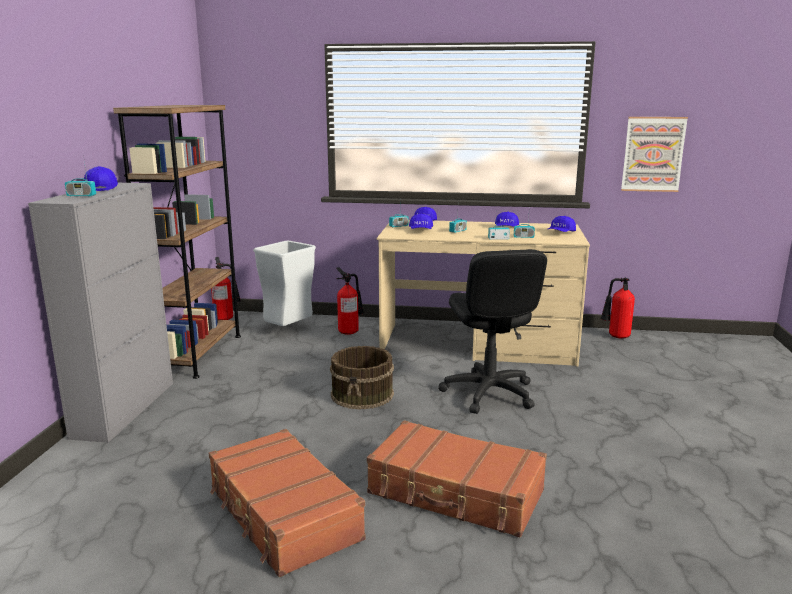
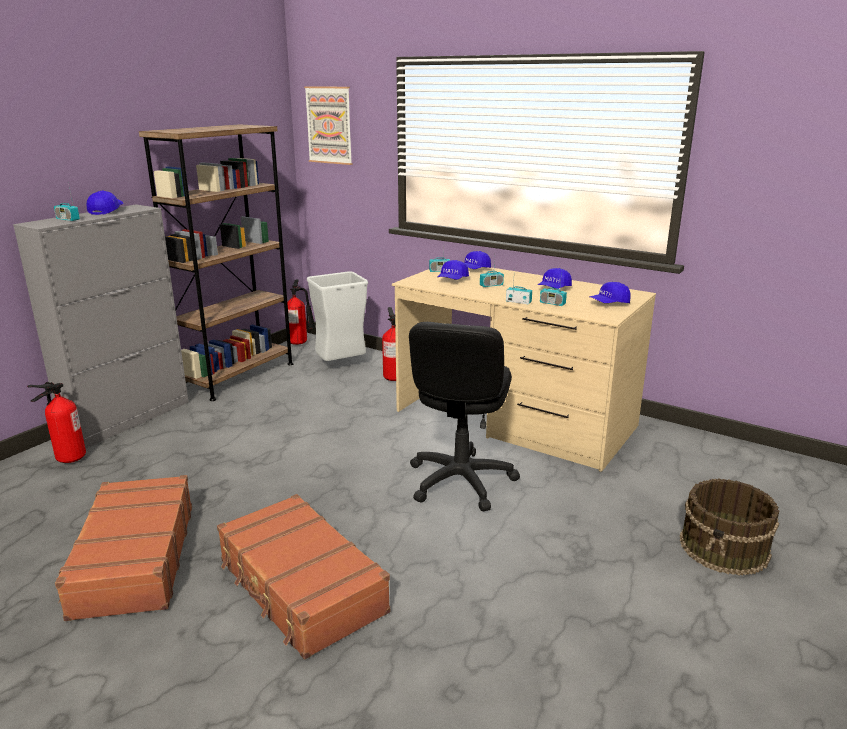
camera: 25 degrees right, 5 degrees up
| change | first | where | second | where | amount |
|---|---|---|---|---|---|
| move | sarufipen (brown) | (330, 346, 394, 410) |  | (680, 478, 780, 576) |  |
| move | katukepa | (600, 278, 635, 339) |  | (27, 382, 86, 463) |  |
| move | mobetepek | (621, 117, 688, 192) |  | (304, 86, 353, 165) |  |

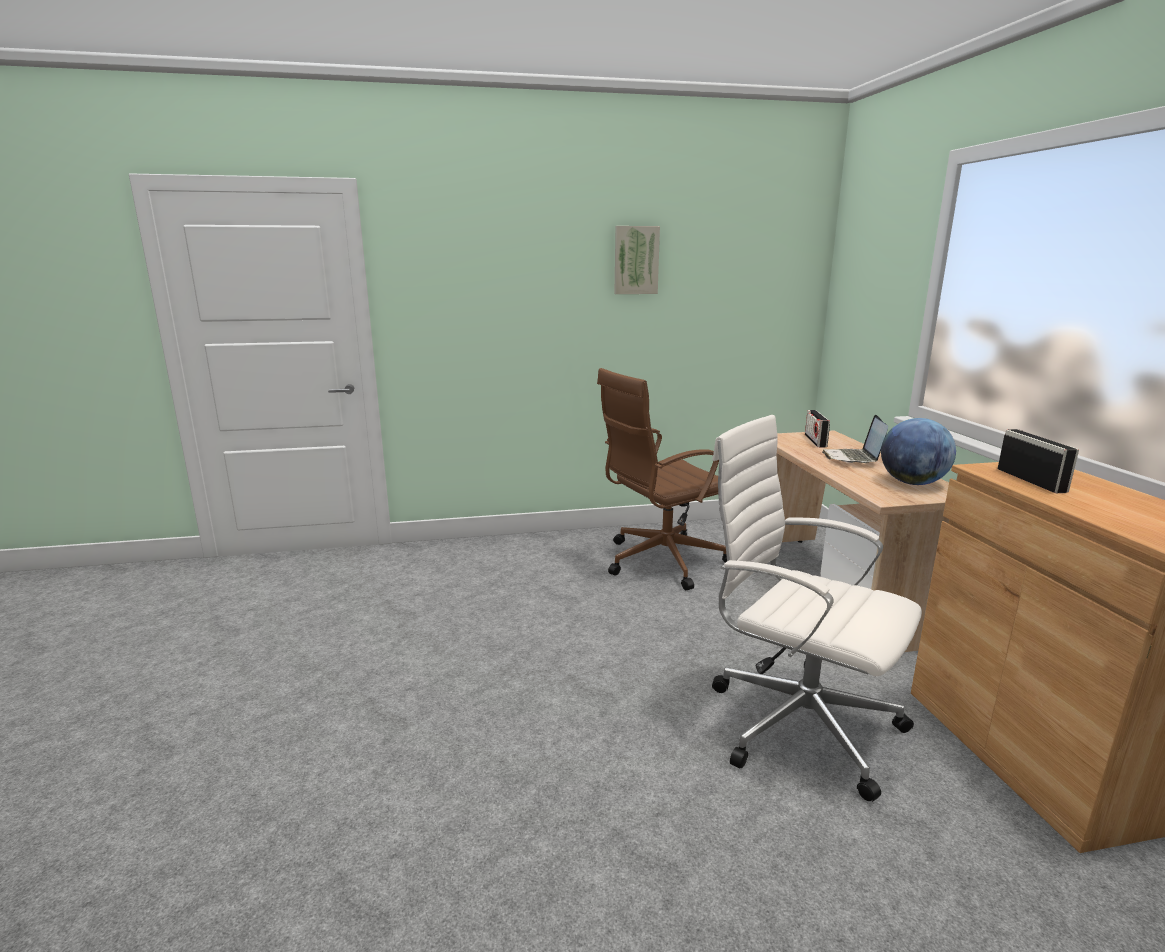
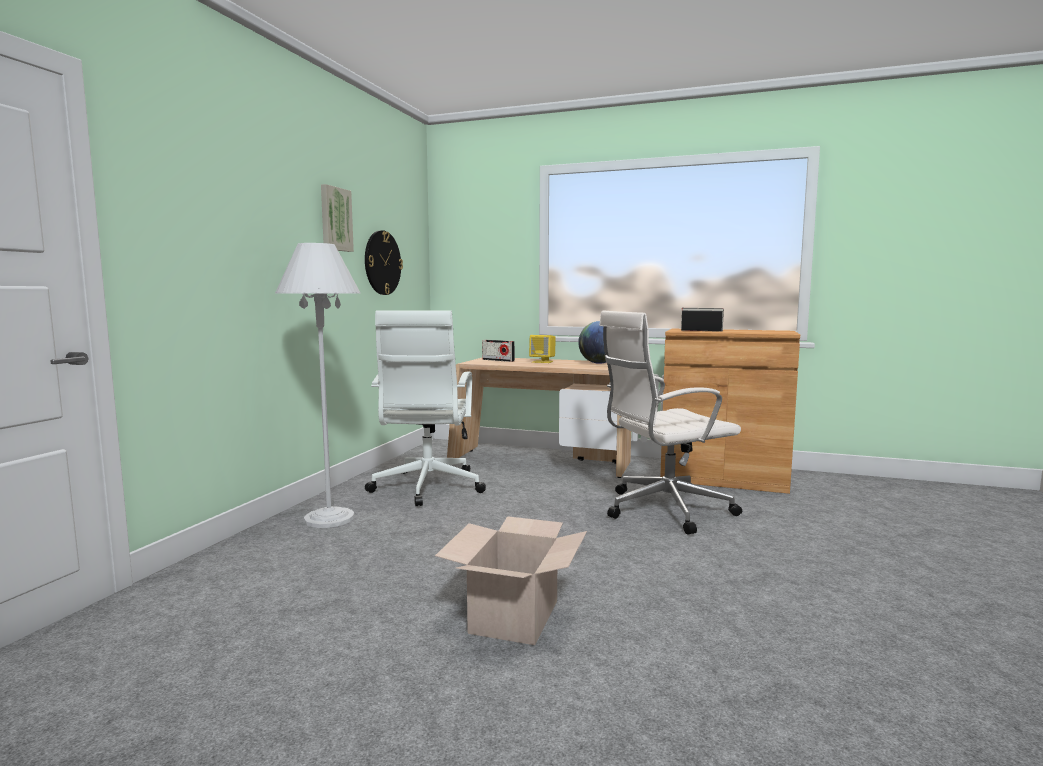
camera: 60 degrees left, 10 degrees down
| change | first | where | second | where | amount |
|---|---|---|---|---|---|
| recolor | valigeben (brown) | (597, 368, 727, 590) | valigeben (white) | (365, 310, 486, 506) |  |
| replace | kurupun | (822, 415, 888, 463) | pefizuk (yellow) | (529, 335, 556, 363) |  |
| insert |  |  | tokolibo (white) | (275, 243, 361, 528) |  |
| insert |  |  | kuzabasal | (365, 230, 403, 295) |  |
| insert |  |  | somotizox | (435, 516, 587, 645) |  |

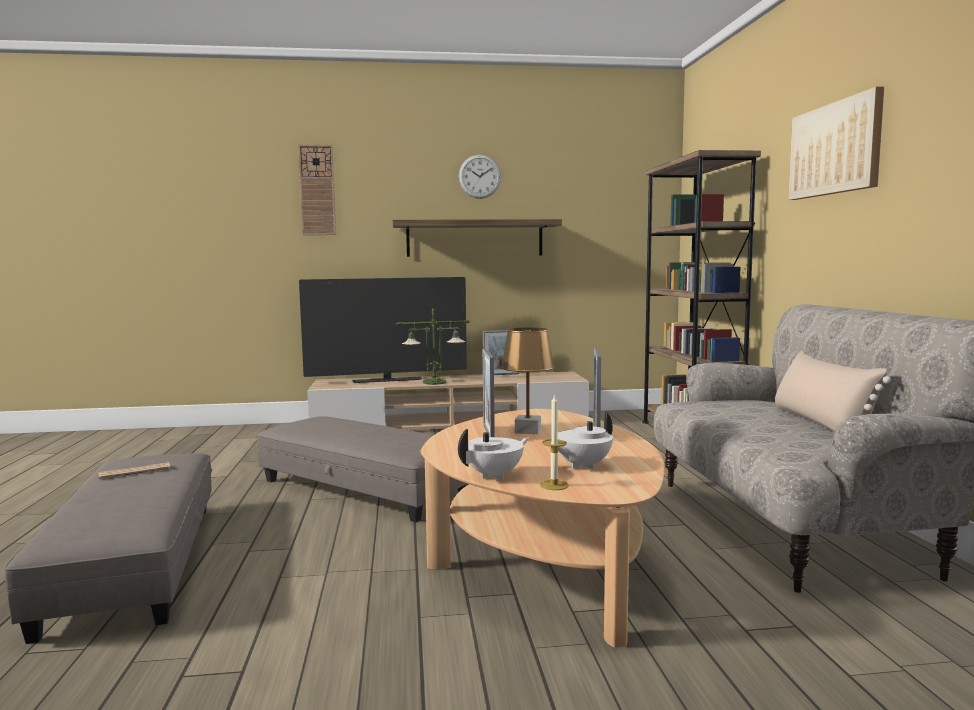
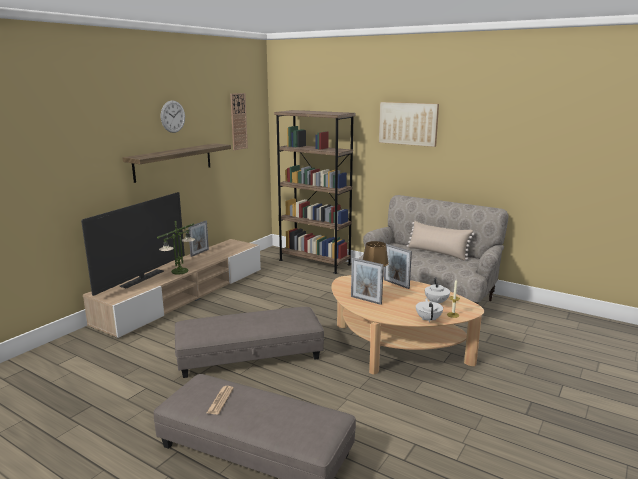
camera: 50 degrees left, 10 degrees up
| change | first | where | second | where | amount |
|---|---|---|---|---|---|
| move | kuzabasal | (298, 144, 336, 235) |  | (230, 93, 248, 150) |  |

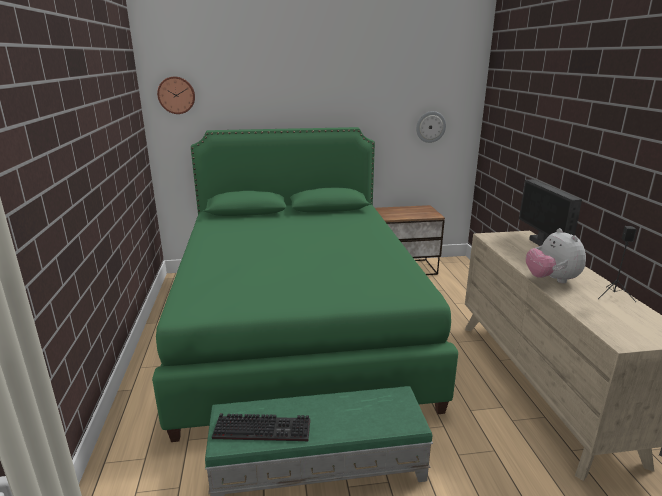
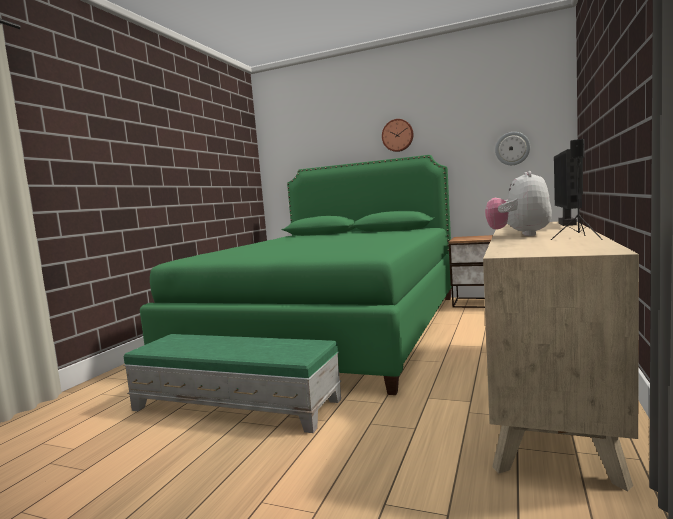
camera: 30 degrees right, 15 degrees down
| change | first | where | second | where | amount |
|---|---|---|---|---|---|
| move | kuzabasal | (157, 77, 195, 114) |  | (382, 119, 414, 152) |  |
| delete | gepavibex | (212, 413, 310, 441) |  |  |  |

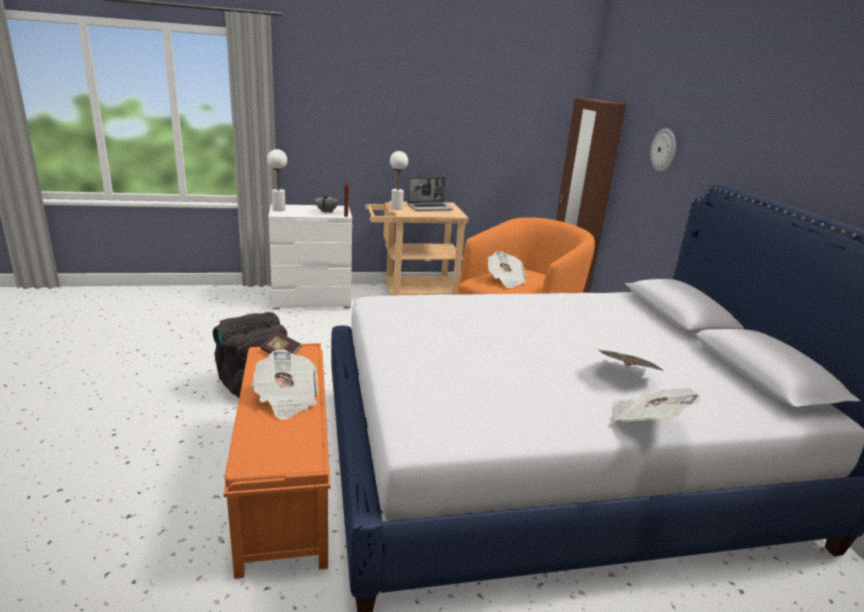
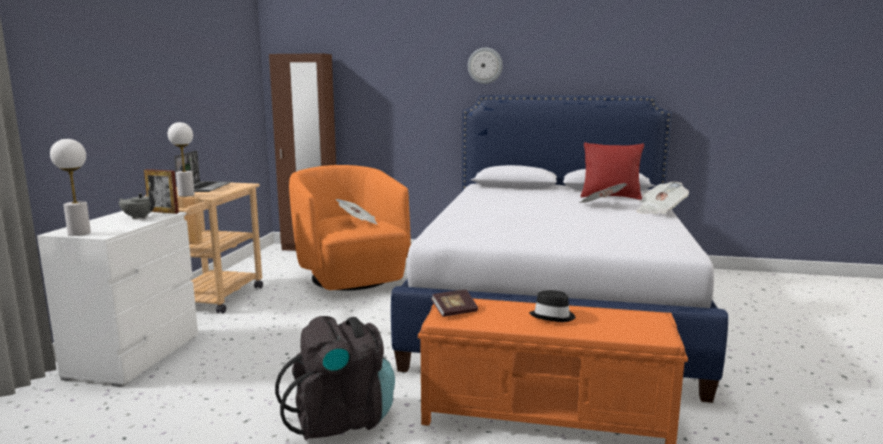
camera: 65 degrees left, 10 degrees down
| change | first | where | second | where | amount |
|---|---|---|---|---|---|
| replace | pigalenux | (252, 349, 318, 420) | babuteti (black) | (529, 290, 576, 322) |  |
| move | kuzabasal | (650, 128, 676, 172) |  | (468, 47, 503, 84) |  |
| insert |  |  | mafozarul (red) | (581, 142, 644, 200) |  |

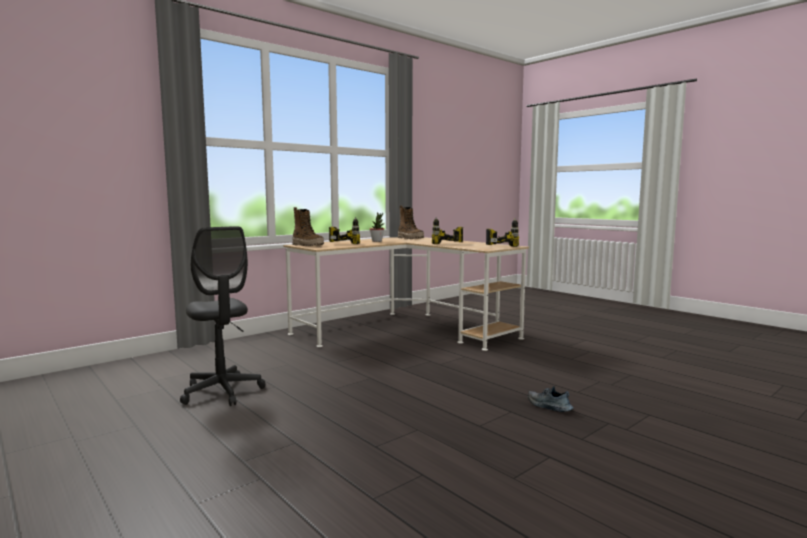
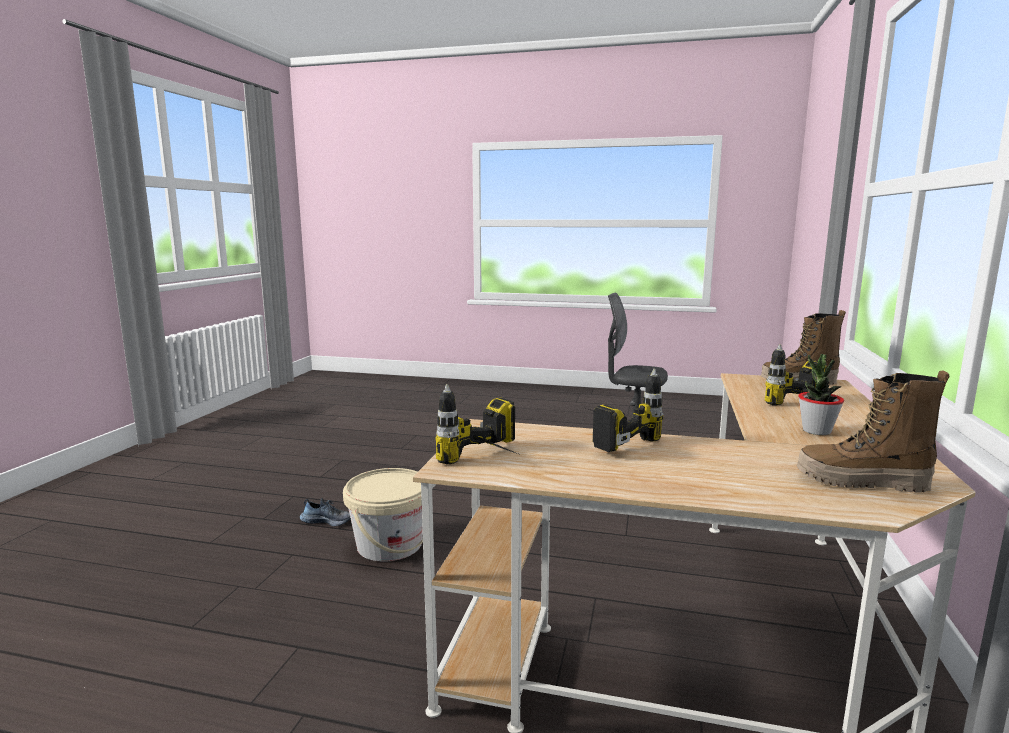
camera: 145 degrees right, 5 degrees up
| change | first | where | second | where | amount |
|---|---|---|---|---|---|
| insert |  |  | sarufipen (beige) | (343, 468, 423, 561) |  |

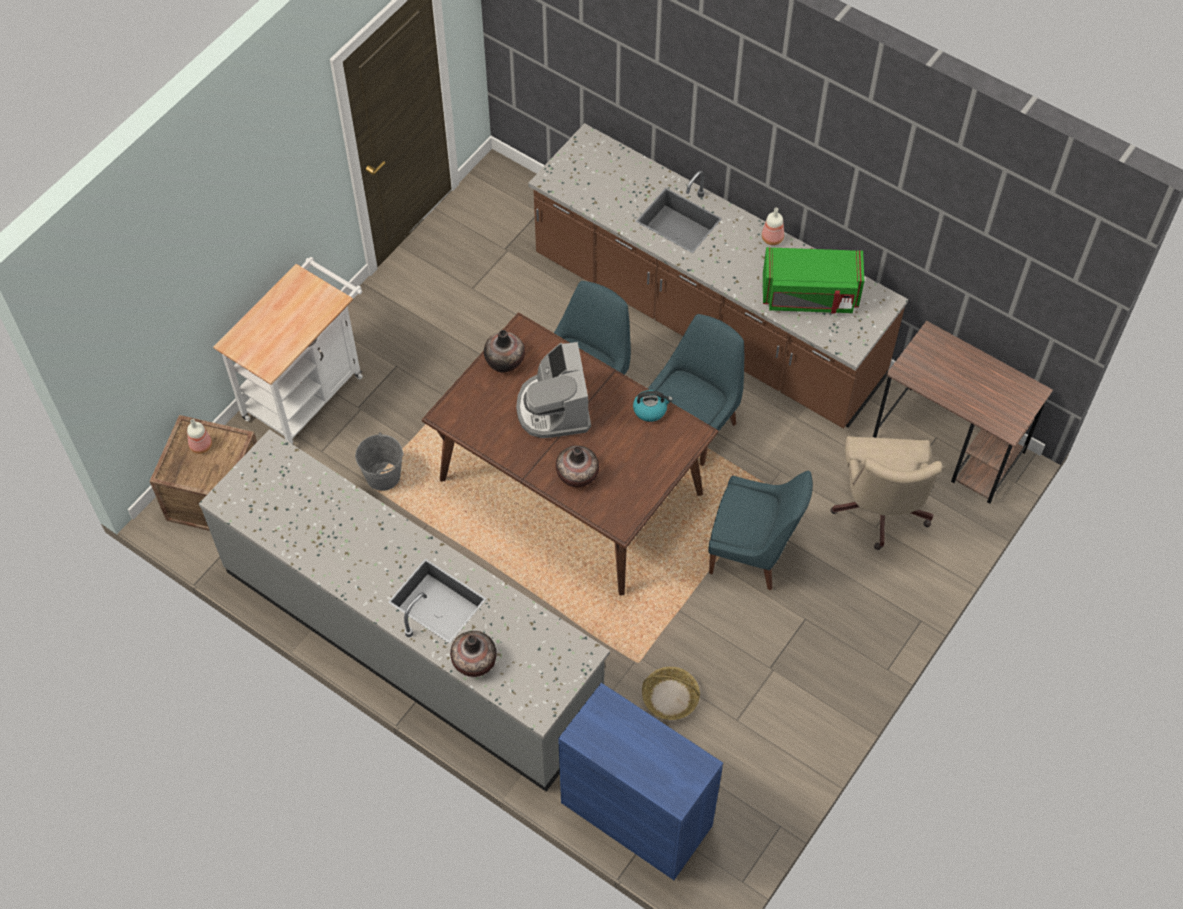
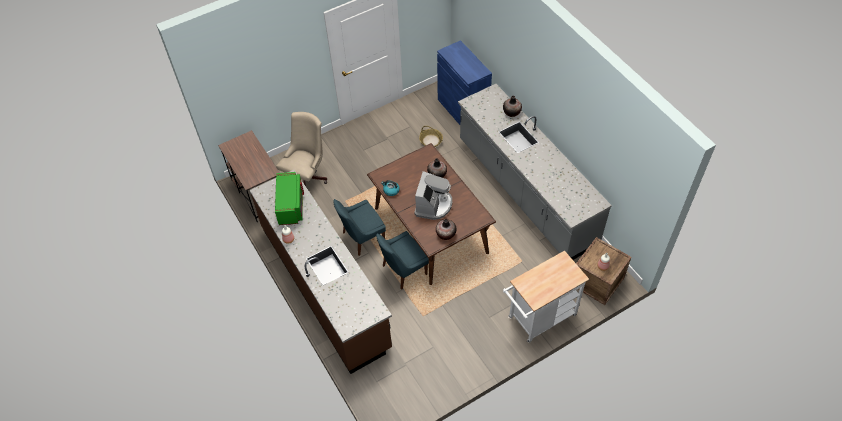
camera: 155 degrees left, 5 degrees down
| change | first | where | second | where | amount |
|---|---|---|---|---|---|
| delete | sarufipen (grey) | (355, 432, 404, 491) |  |  |  |
| delete | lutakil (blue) | (708, 471, 813, 591) |  |  |  |
| rotate | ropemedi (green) | (763, 247, 864, 314) |  | (275, 172, 304, 225) | 60 degrees clockwise |

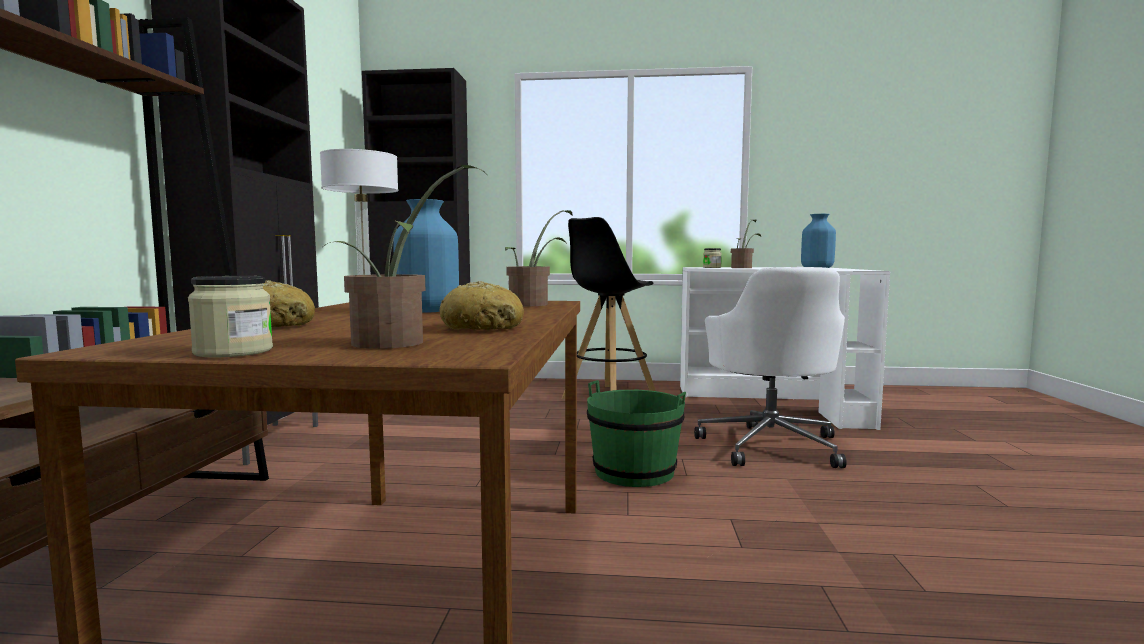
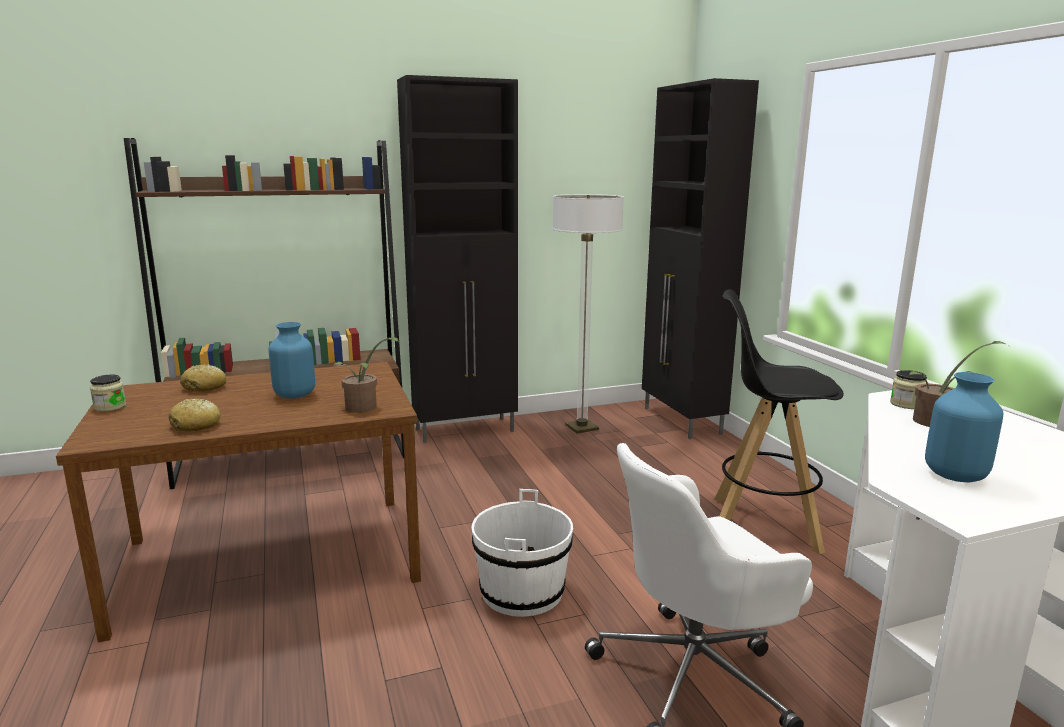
camera: 65 degrees right, 10 degrees up
| change | first | where | second | where | amount |
|---|---|---|---|---|---|
| delete | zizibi | (324, 165, 487, 349) |  |  |  |
| recolor | sarufipen (green) | (587, 380, 686, 487) | sarufipen (white) | (471, 489, 573, 617) |  |

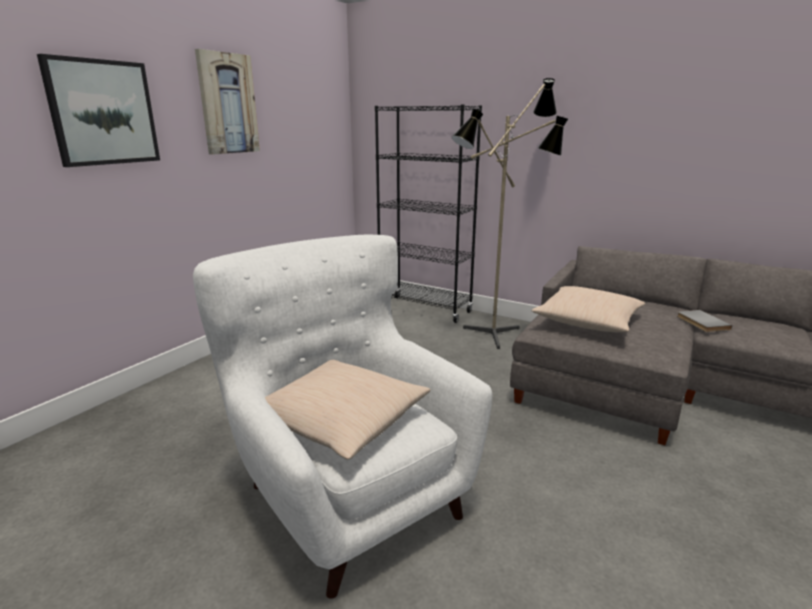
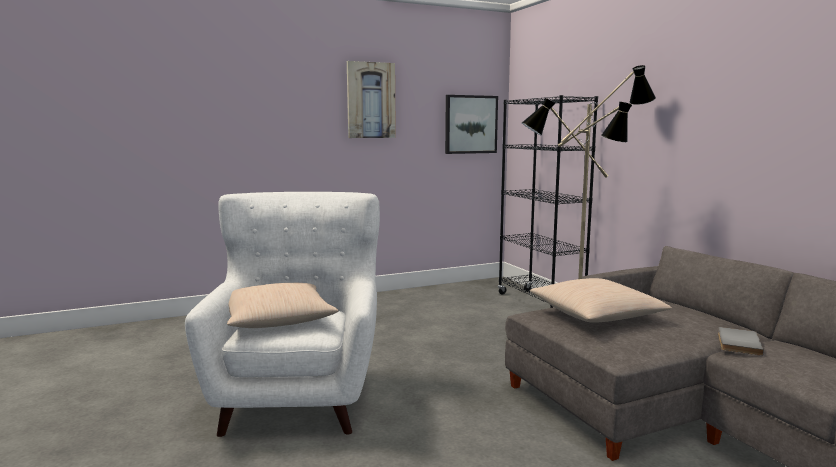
camera: 35 degrees right, 10 degrees down
| change | first | where | second | where | amount |
|---|---|---|---|---|---|
| move | mobetepek | (37, 54, 160, 167) |  | (445, 95, 498, 154) |  |

